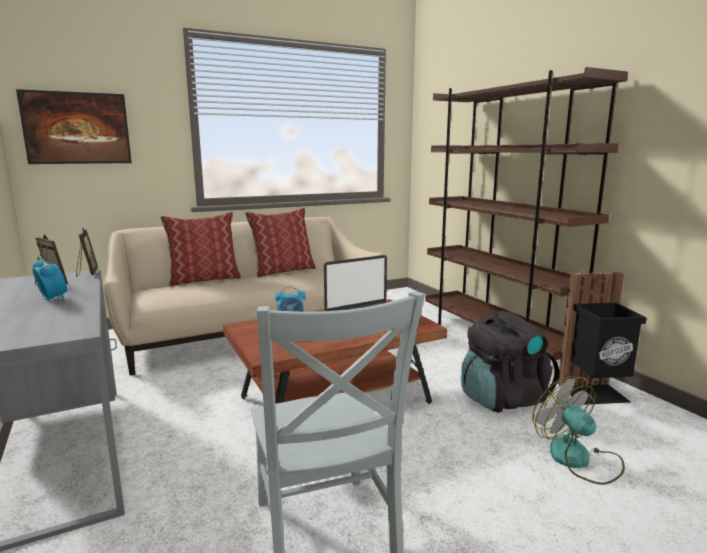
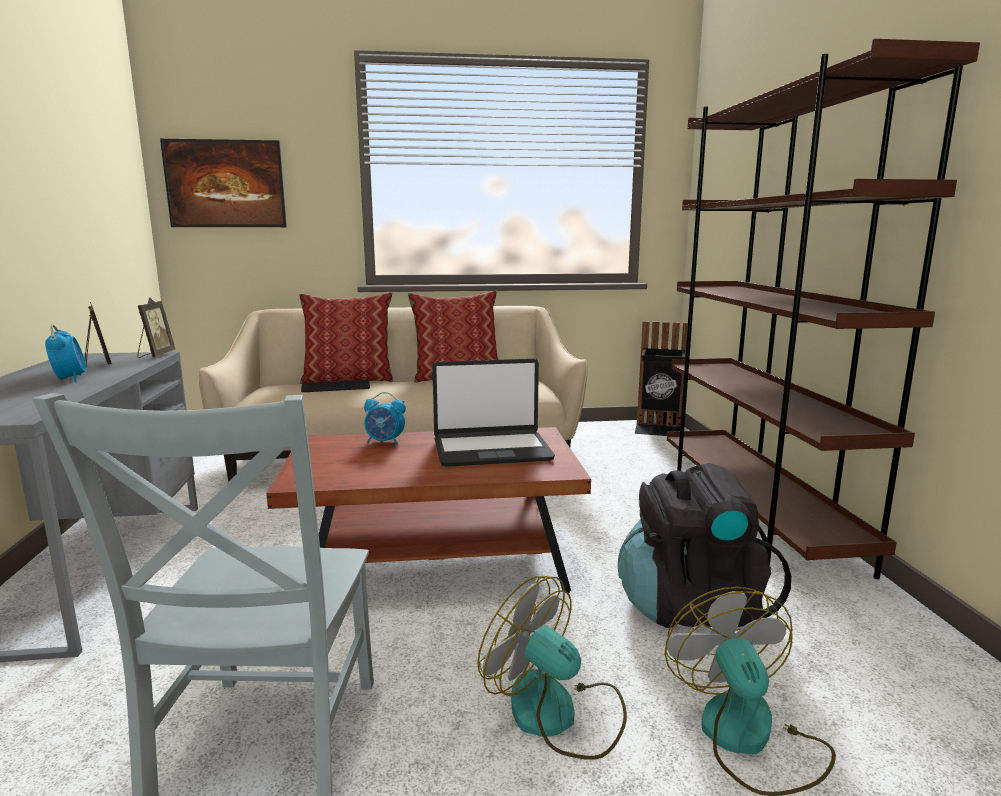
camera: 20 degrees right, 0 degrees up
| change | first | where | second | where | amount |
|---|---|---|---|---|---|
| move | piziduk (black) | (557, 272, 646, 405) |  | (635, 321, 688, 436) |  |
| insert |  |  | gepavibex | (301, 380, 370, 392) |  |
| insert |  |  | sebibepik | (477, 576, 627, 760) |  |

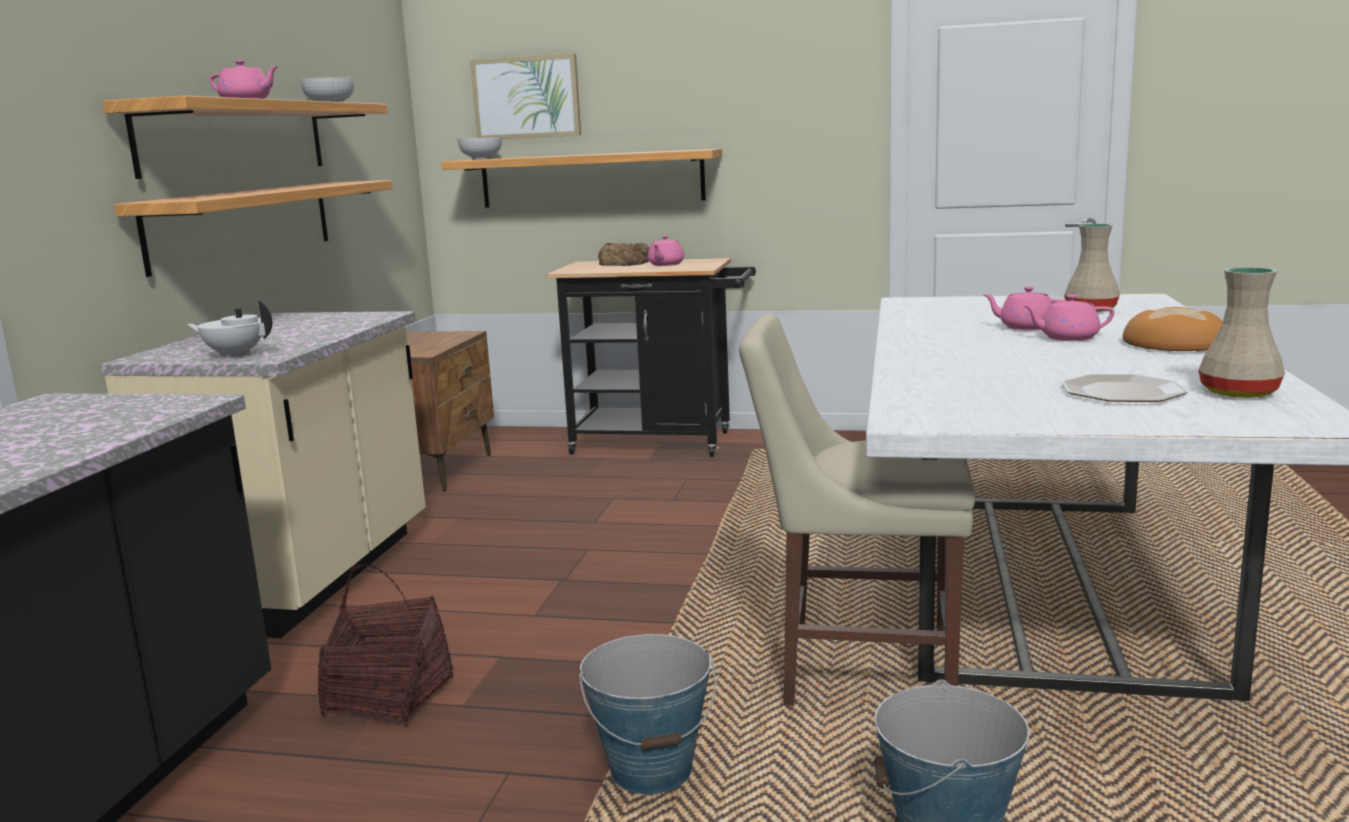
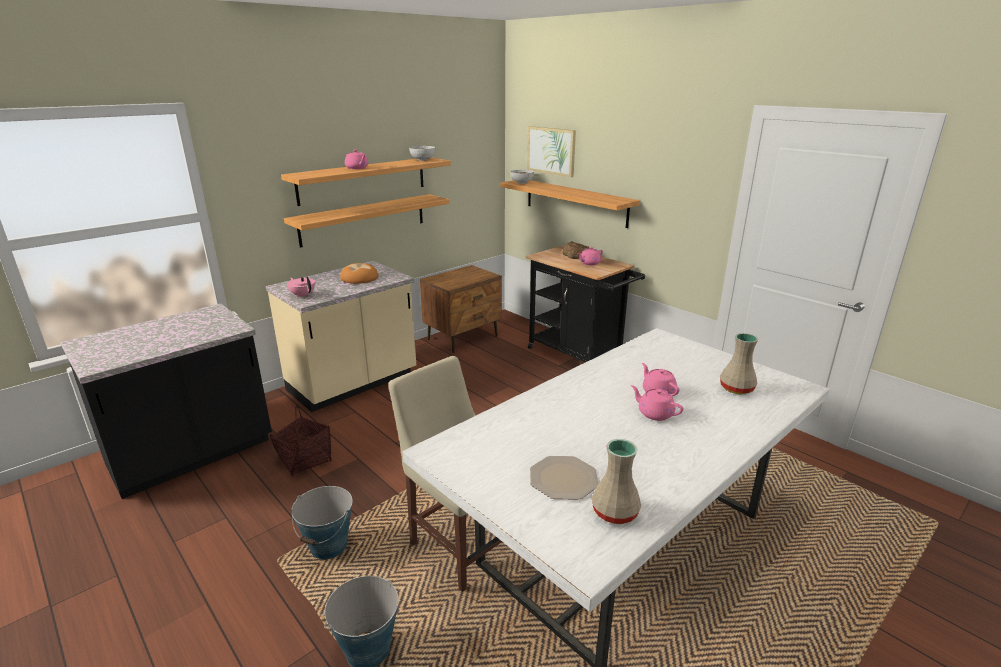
camera: 35 degrees right, 10 degrees up
| change | first | where | second | where | amount |
|---|---|---|---|---|---|
| recolor | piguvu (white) | (186, 300, 272, 358) | piguvu (pink) | (287, 276, 315, 298) |  |
| move | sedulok | (1123, 307, 1223, 351) |  | (340, 263, 379, 284) |  |

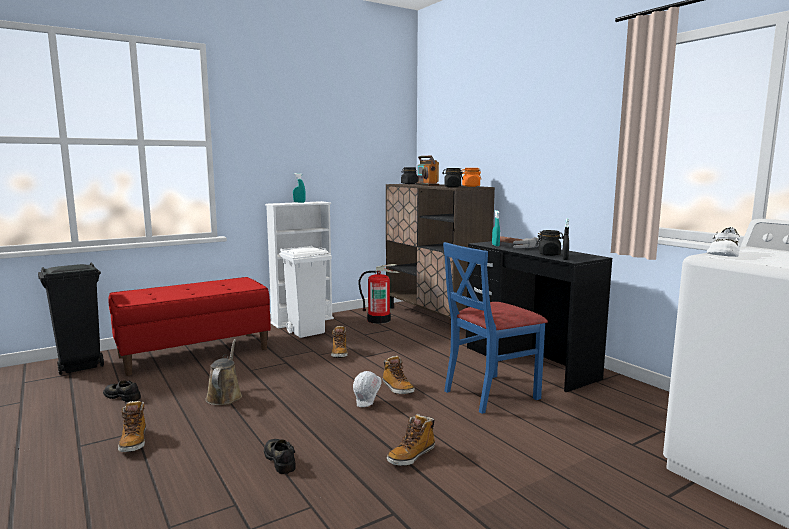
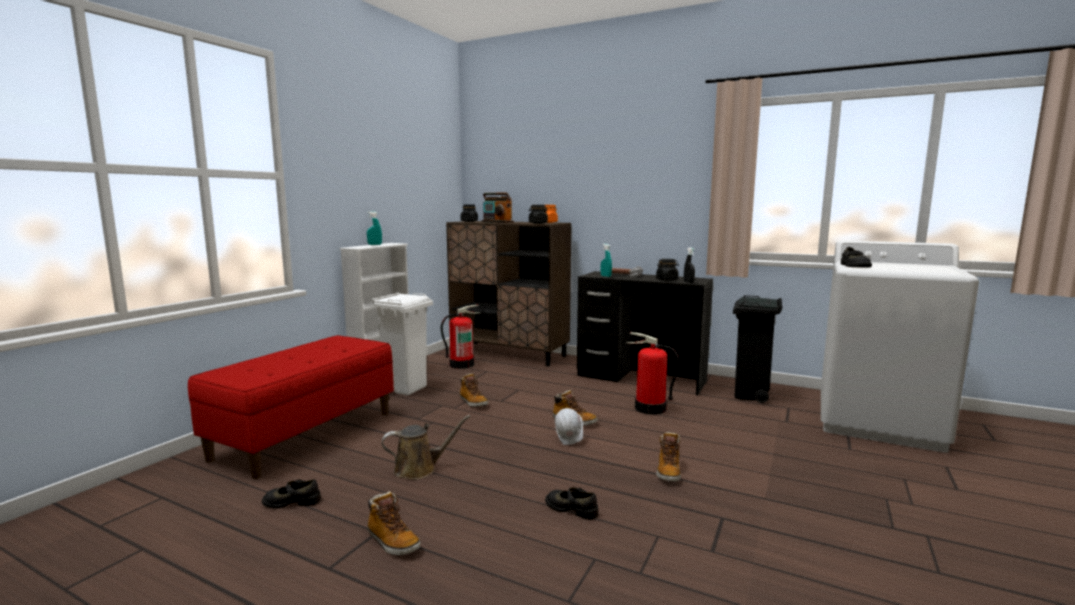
camera: 30 degrees left, 0 degrees up
| change | first | where | second | where | amount |
|---|---|---|---|---|---|
| move | piziduk (black) | (38, 263, 104, 375) |  | (733, 295, 782, 403) |  |
| rotate | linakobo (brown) | (205, 339, 242, 405) |  | (382, 415, 471, 479) | 105 degrees clockwise |
| replace | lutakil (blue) | (443, 242, 548, 414) | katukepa | (626, 332, 680, 415) |  |
| recolor | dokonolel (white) | (707, 227, 740, 257) | dokonolel (black) | (841, 247, 872, 268) |  |

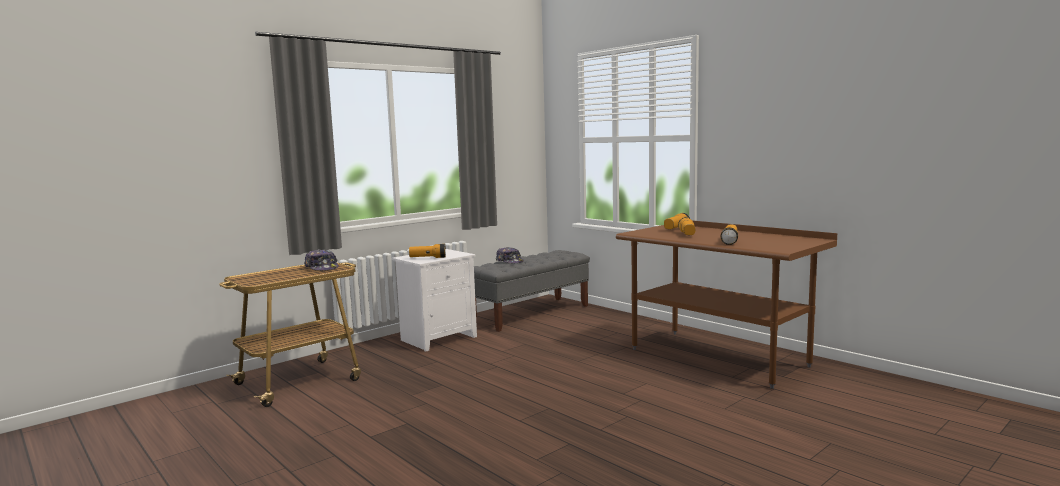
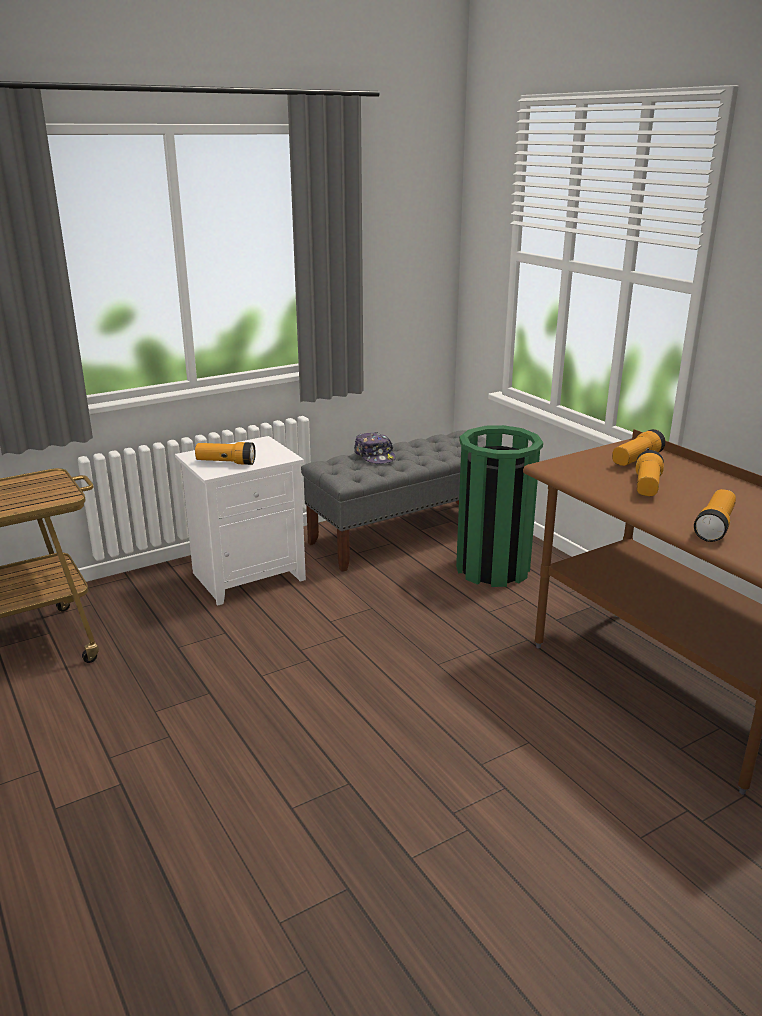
camera: 10 degrees right, 15 degrees up
| change | first | where | second | where | amount |
|---|---|---|---|---|---|
| delete | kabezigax | (304, 249, 339, 271) |  |  |  |
| insert |  |  | piziduk (green) | (456, 425, 543, 587) |  |

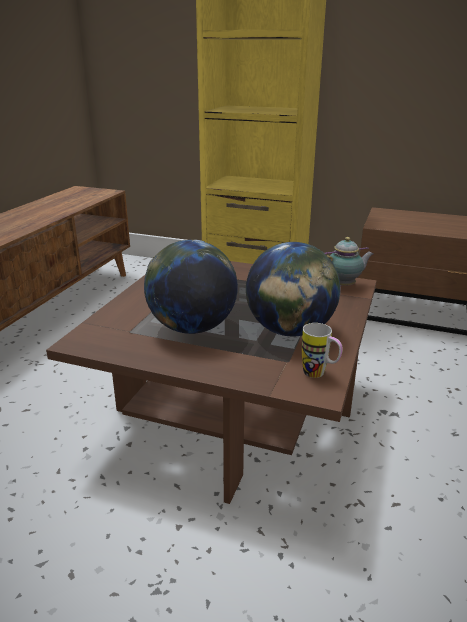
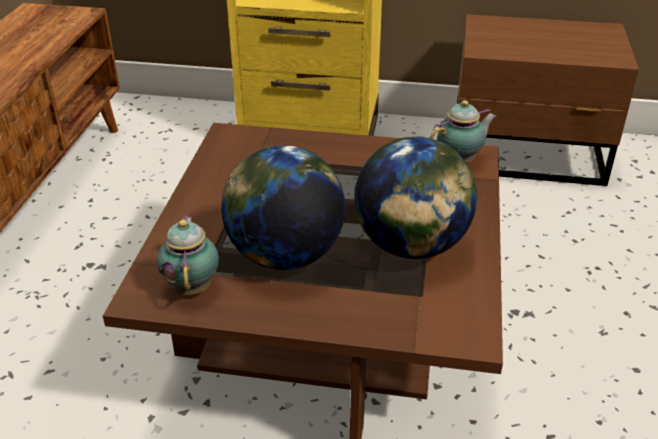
camera: 10 degrees left, 10 degrees up
| change | first | where | second | where | amount |
|---|---|---|---|---|---|
| delete | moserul | (302, 323, 343, 378) |  |  |  |
| insert |  |  | piguvu | (157, 215, 219, 295) |  |

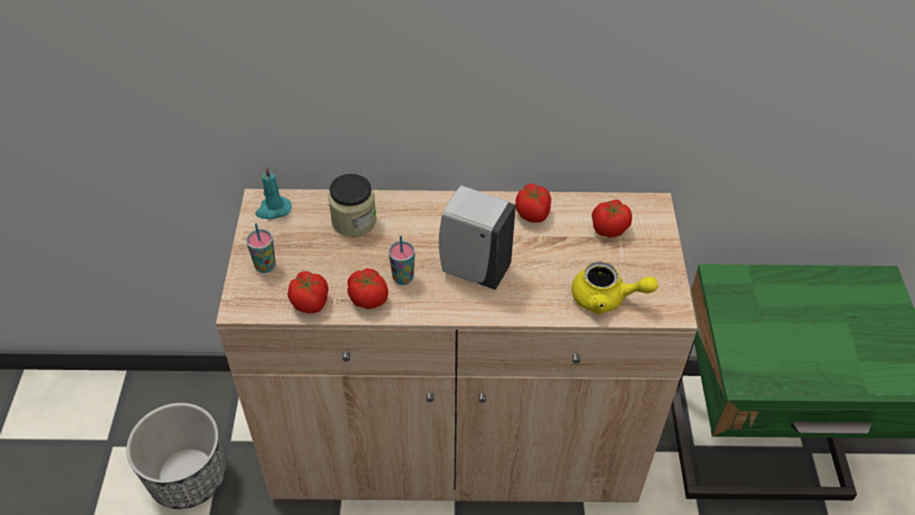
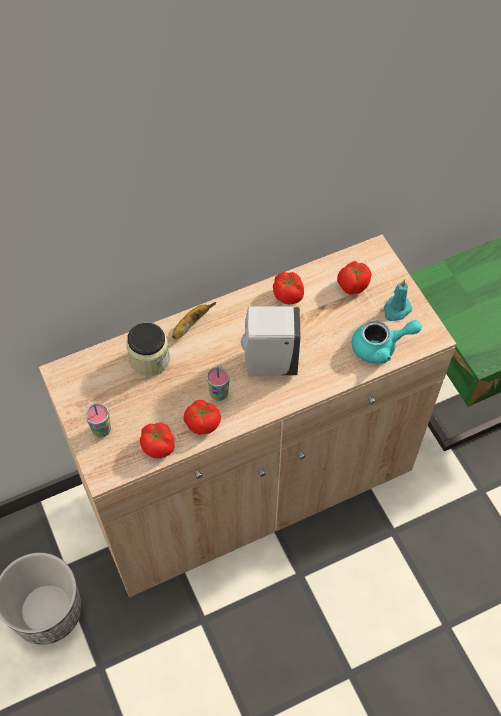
camera: 25 degrees left, 10 degrees up
| change | first | where | second | where | amount |
|---|---|---|---|---|---|
| move | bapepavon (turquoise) | (256, 167, 292, 220) |  | (384, 280, 412, 321) |  |
| recolor | piguvu (yellow) | (572, 261, 658, 314) | piguvu (turquoise) | (352, 320, 422, 364) |  |
| insert |  |  | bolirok | (172, 302, 216, 339) |  |

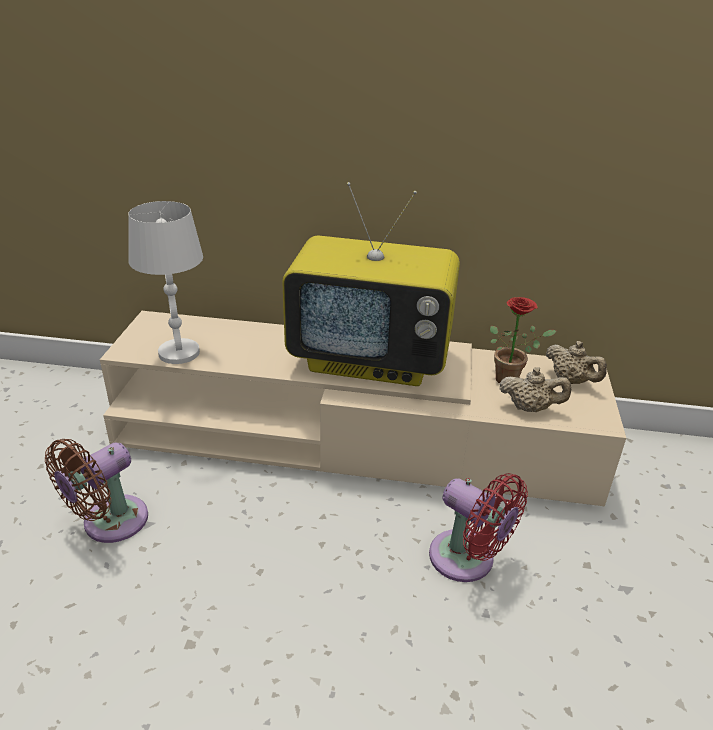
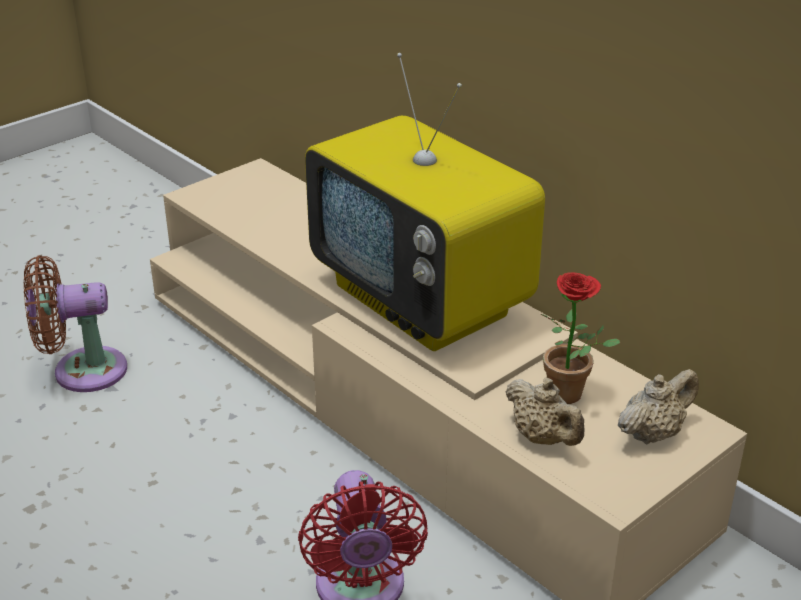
camera: 40 degrees right, 0 degrees up
| change | first | where | second | where | amount |
|---|---|---|---|---|---|
| delete | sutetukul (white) | (128, 201, 203, 364) |  |  |  |
| rotate | piguvu (beige) | (546, 341, 607, 384) |  | (618, 369, 699, 444) | 120 degrees counterclockwise |

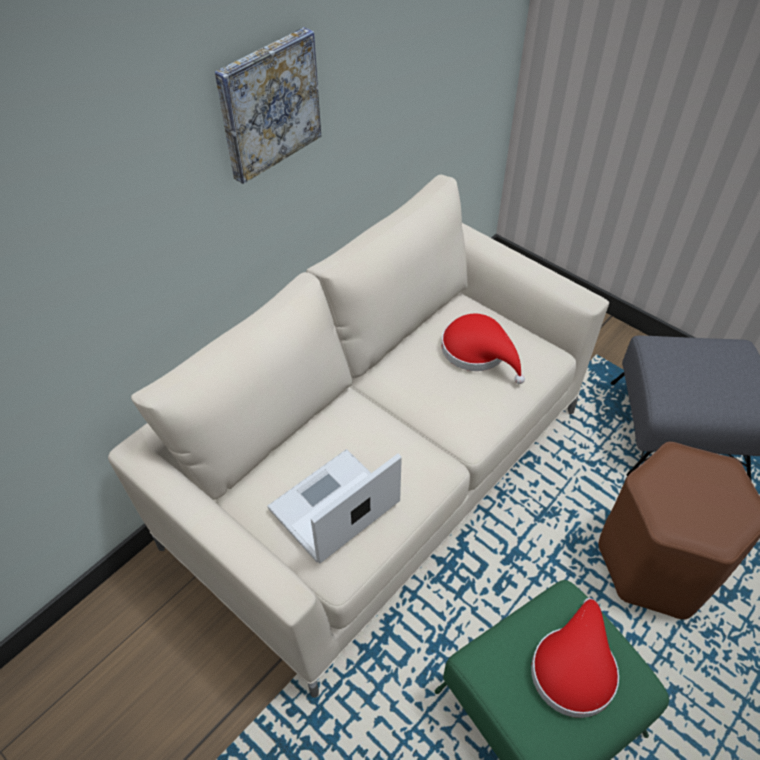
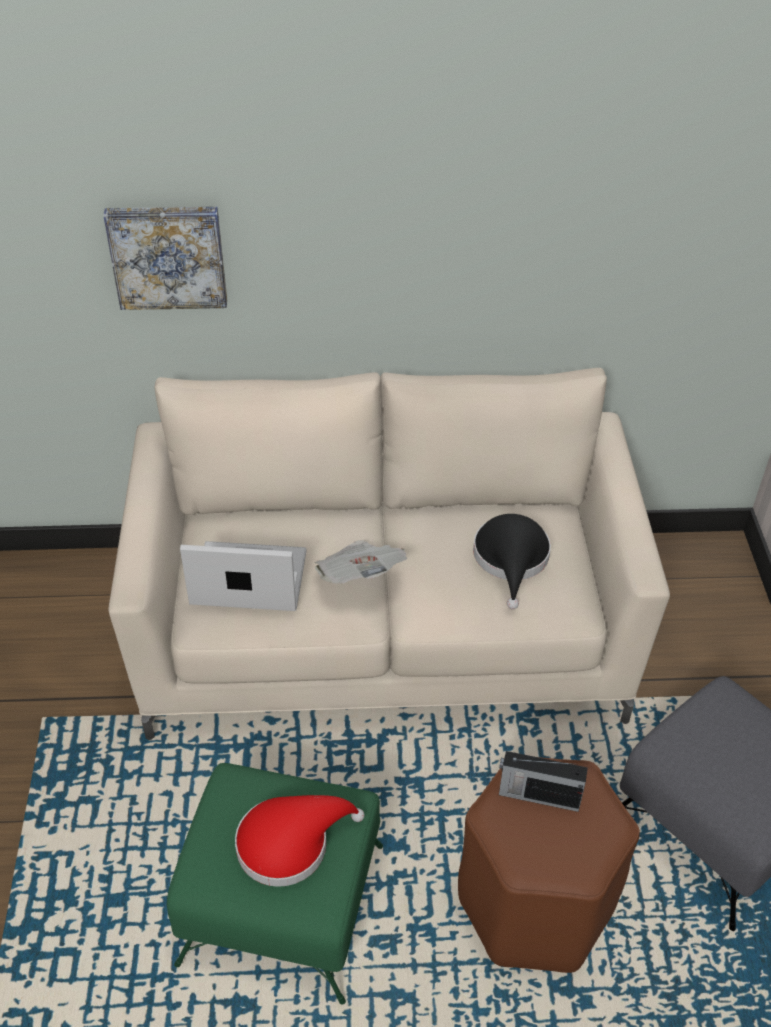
camera: 45 degrees right, 5 degrees down
| change | first | where | second | where | amount |
|---|---|---|---|---|---|
| move | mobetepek | (215, 27, 321, 184) |  | (103, 207, 227, 310) |  |
| recolor | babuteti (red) | (441, 314, 525, 384) | babuteti (black) | (473, 514, 551, 609) |  |
| insert |  |  | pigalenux | (314, 540, 407, 584) |  |
| insert |  |  | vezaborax | (499, 751, 588, 812) |  |

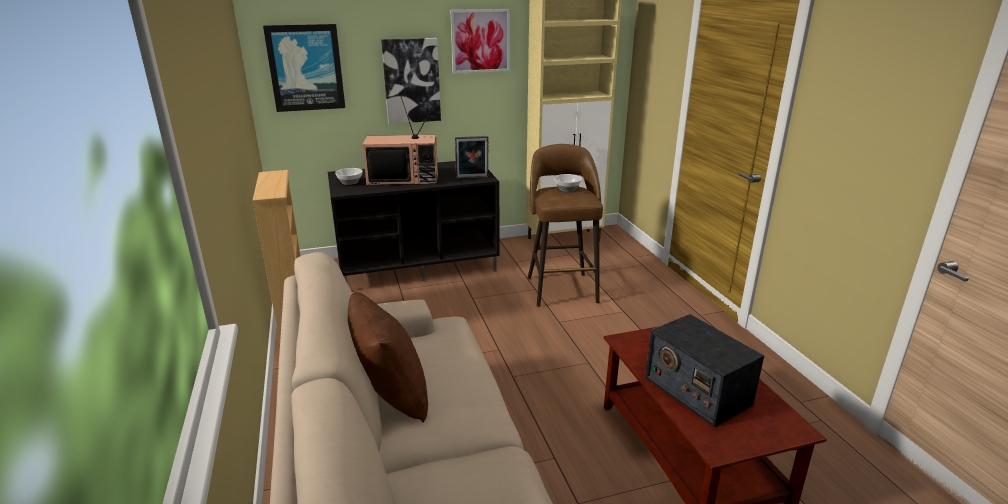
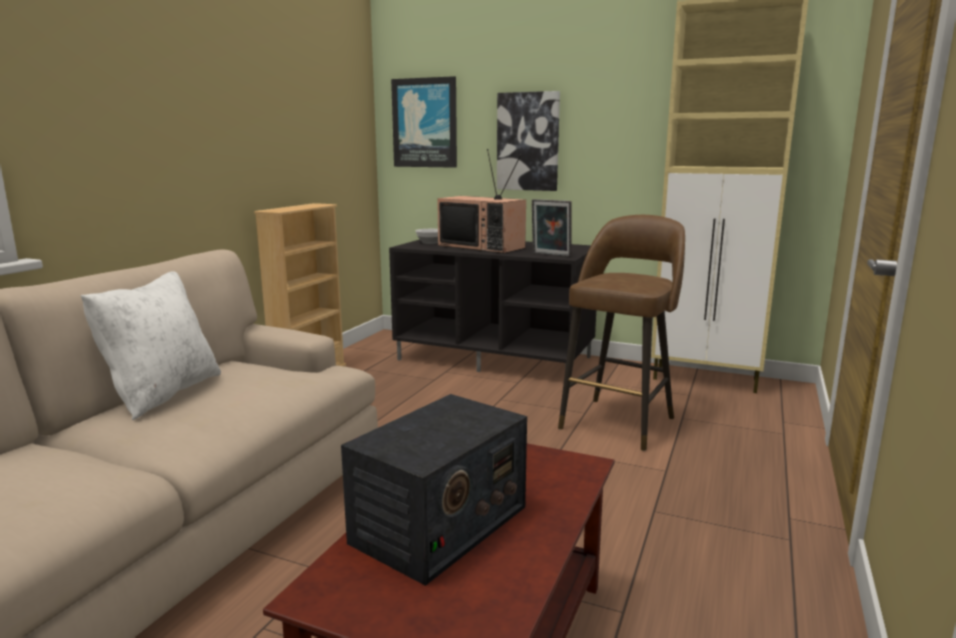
camera: 40 degrees right, 10 degrees down
| change | first | where | second | where | amount |
|---|---|---|---|---|---|
| recolor | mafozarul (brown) | (348, 292, 428, 423) | mafozarul (white) | (81, 271, 221, 420) |  |
| delete | mobetepek | (450, 9, 510, 74) |  |  |  |
| delete | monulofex | (554, 174, 582, 192) |  |  |  |
| rotate | vezaborax | (645, 314, 764, 427) |  | (341, 394, 527, 586) | 150 degrees counterclockwise |

